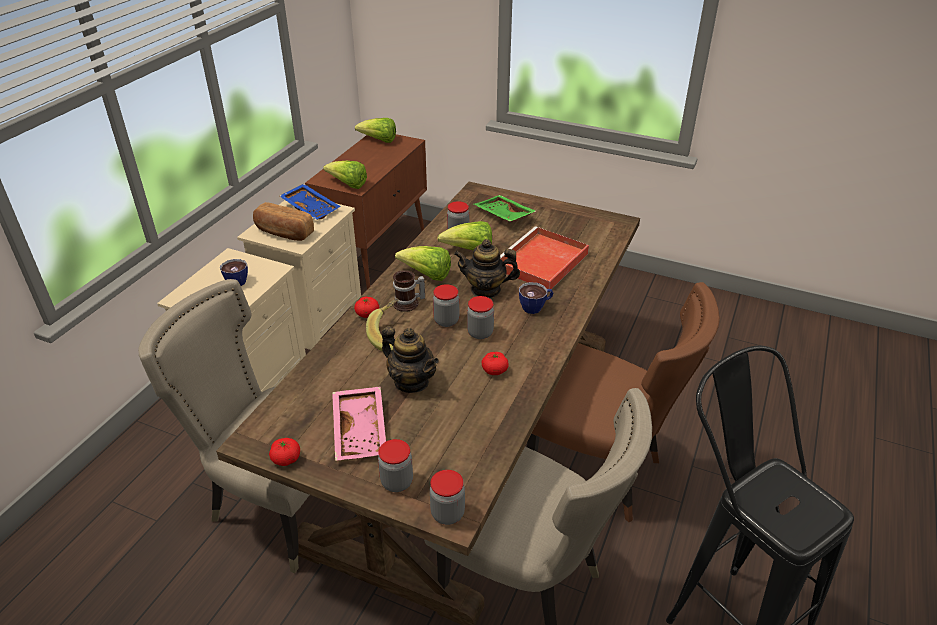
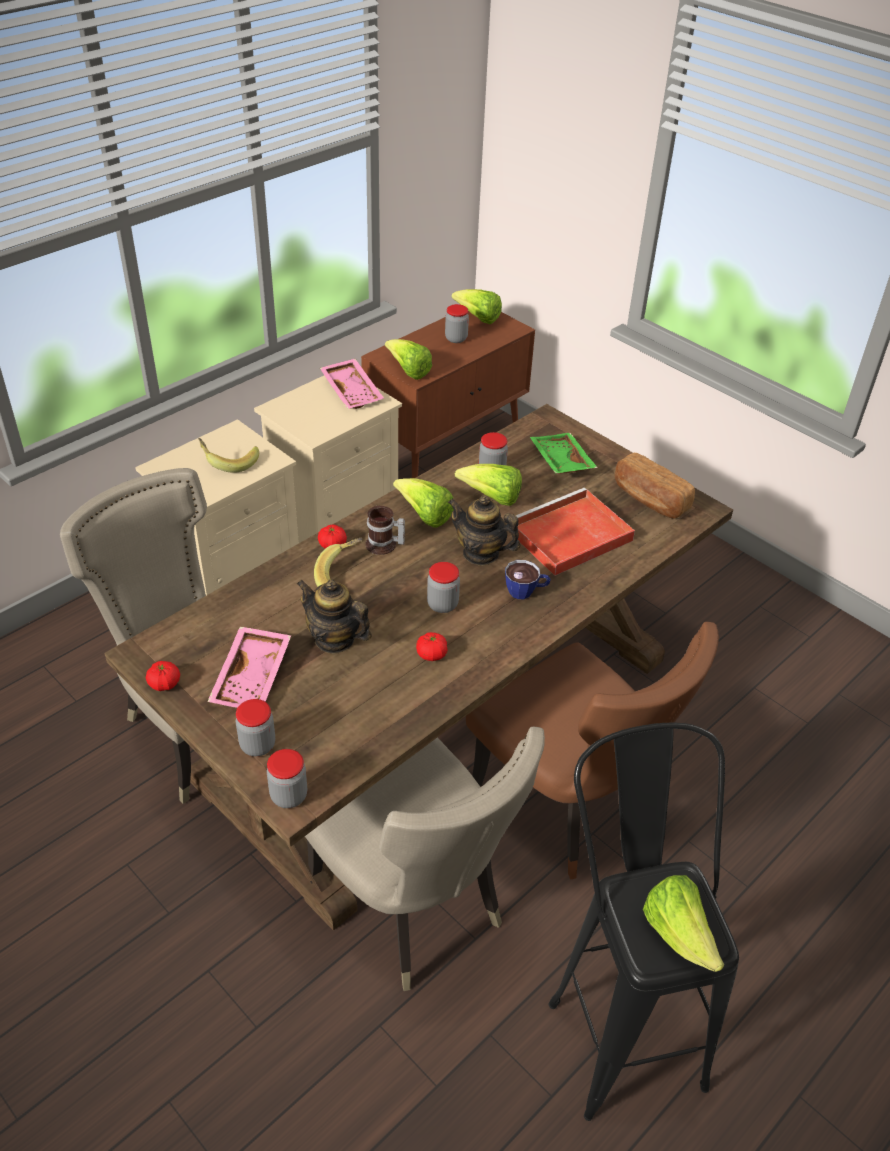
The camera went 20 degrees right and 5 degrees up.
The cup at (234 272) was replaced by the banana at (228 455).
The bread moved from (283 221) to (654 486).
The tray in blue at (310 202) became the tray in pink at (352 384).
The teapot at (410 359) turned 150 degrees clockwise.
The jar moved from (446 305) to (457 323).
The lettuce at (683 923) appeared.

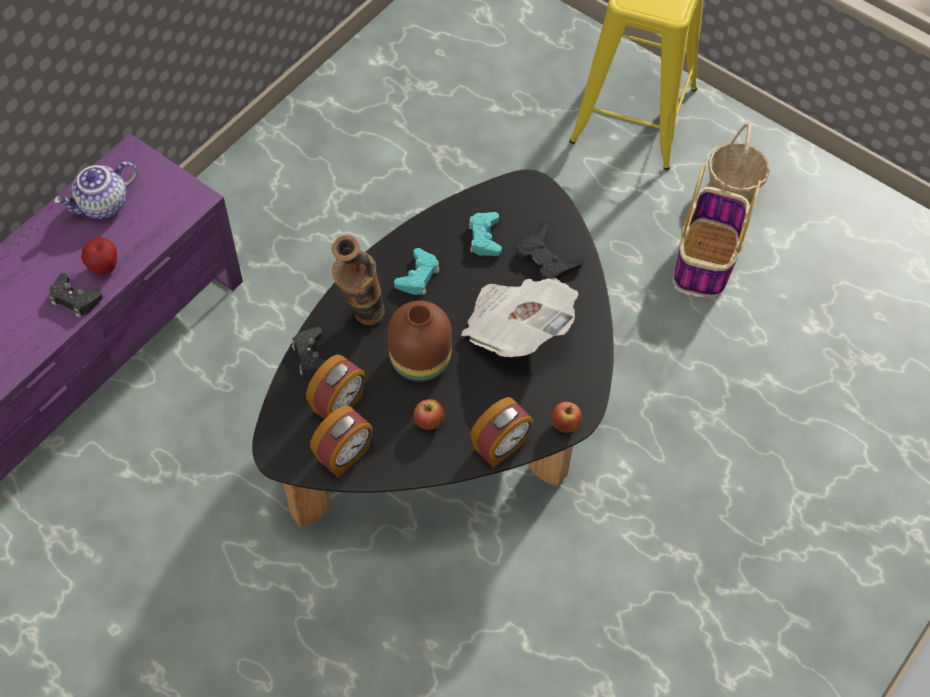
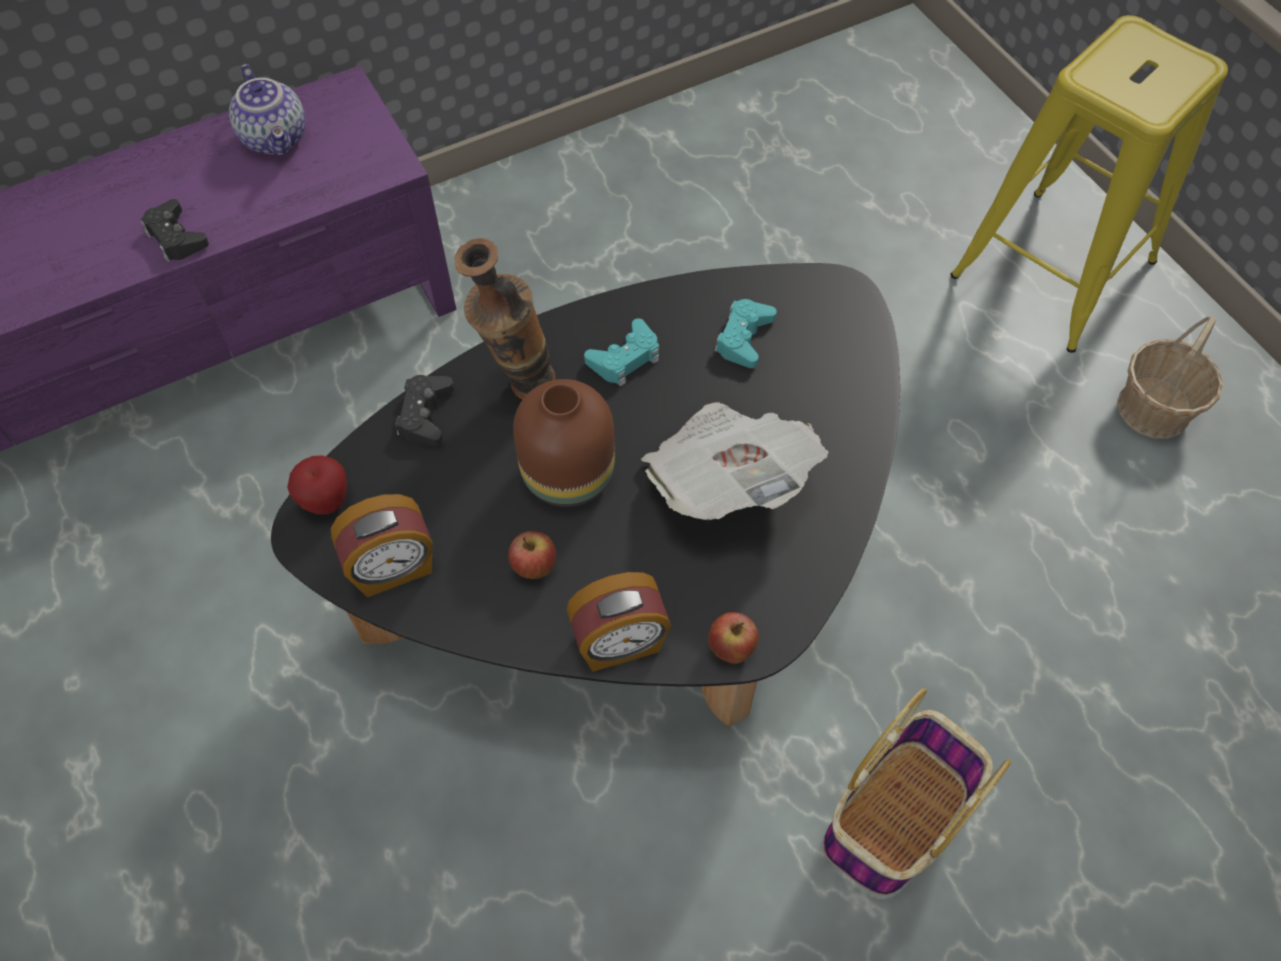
The camera went 25 degrees right and 0 degrees up.
The teapot at (96 190) turned 105 degrees counterclockwise.
The apple moved from (99 256) to (317 485).
The alarm clock at (336 387) disappeared.
The game controller in black at (550 251) disappeared.
The basket moved from (717 230) to (917 791).

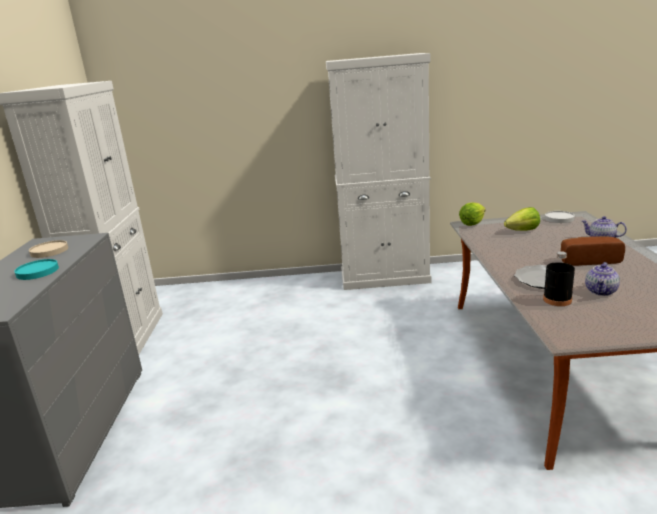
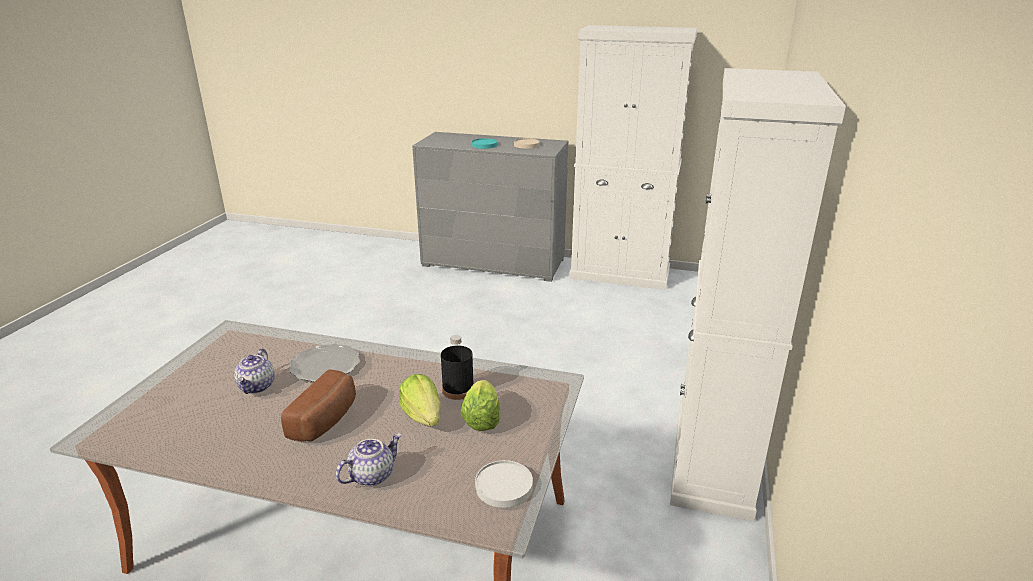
The camera went 105 degrees right and 5 degrees up.
The lettuce moved from (472 214) to (419 400).
The bottle in black moved from (559 278) to (457 367).
The teapot at (602 279) turned 135 degrees counterclockwise.

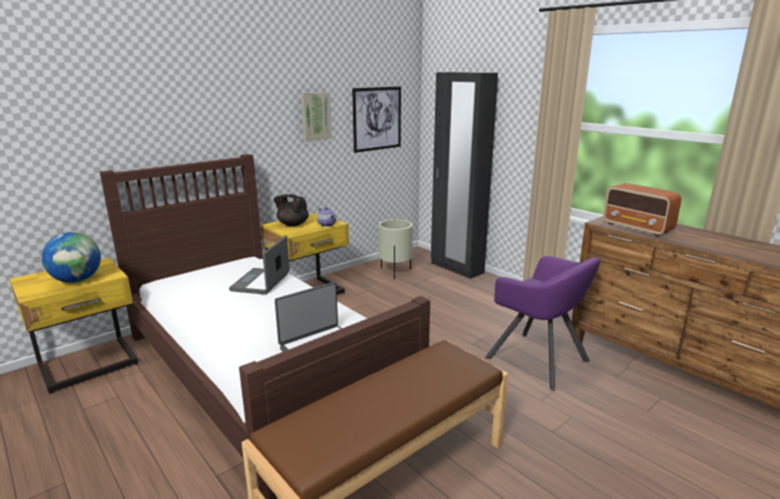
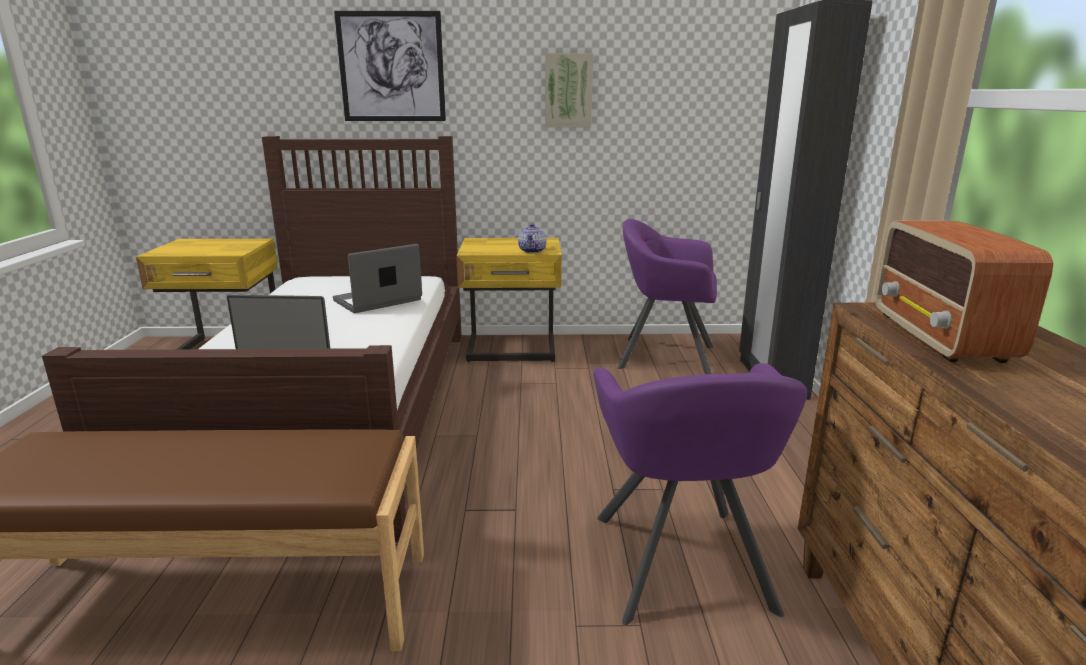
The camera went 40 degrees right and 0 degrees up.
The globe at (71 257) disappeared.
The teapot in black at (291 210) disappeared.
The picture moved from (376 119) to (390 66).
The planter in beige at (396 249) was replaced by the armchair in purple at (667 296).

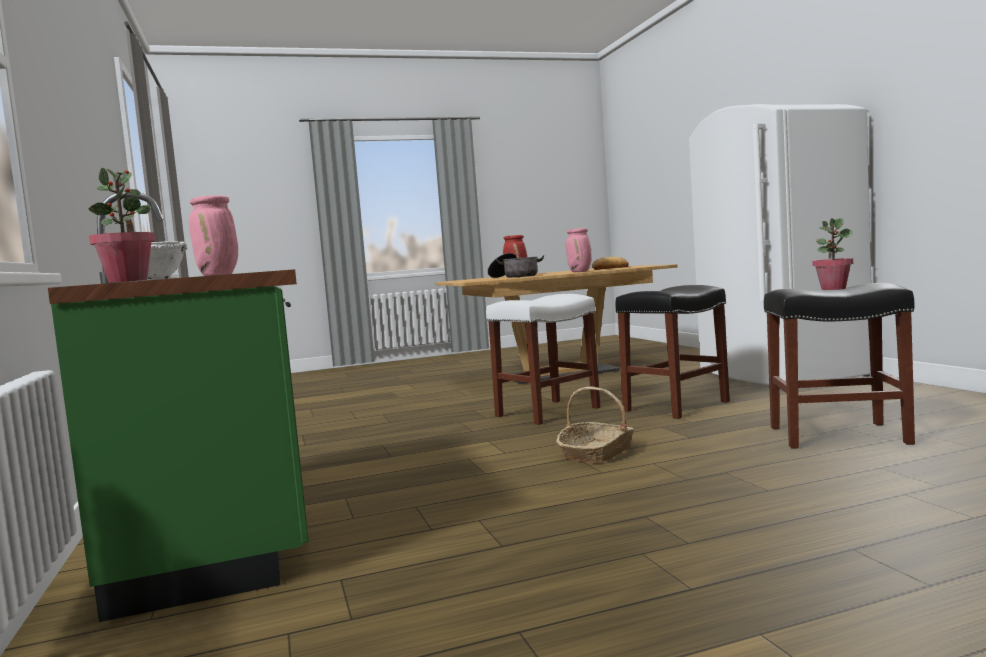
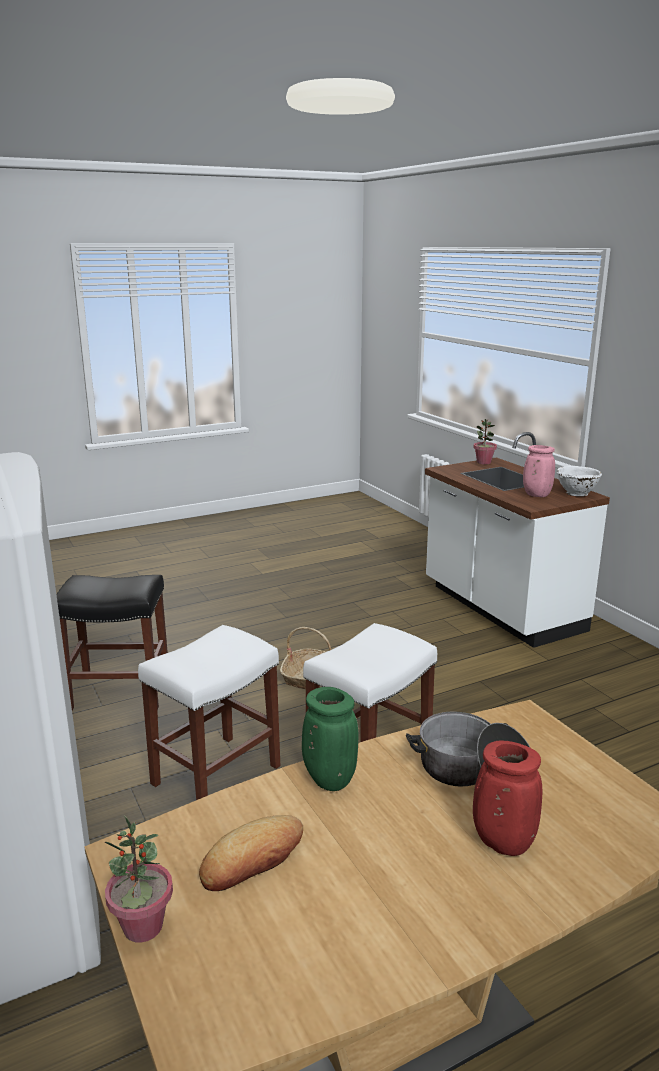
The camera went 170 degrees right and 15 degrees up.
The counter in green at (178 406) became the counter in white at (517 540).
The vase in pink at (579 250) became the vase in green at (330 739).
The stool in black at (672 352) became the stool in white at (209 712).
The potted plant moved from (833 254) to (139 879).

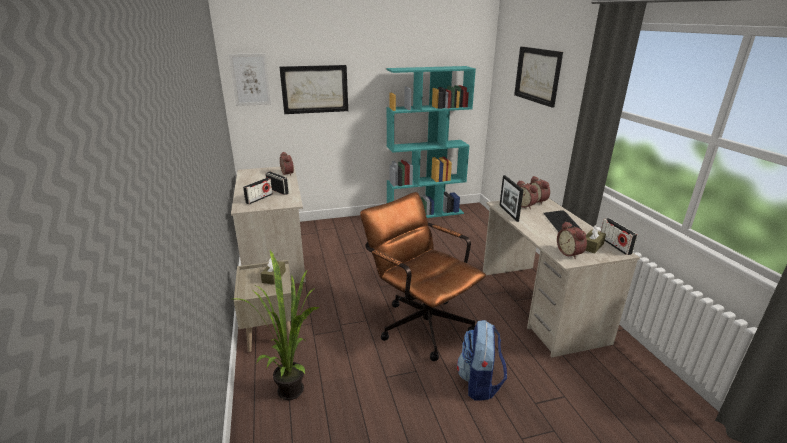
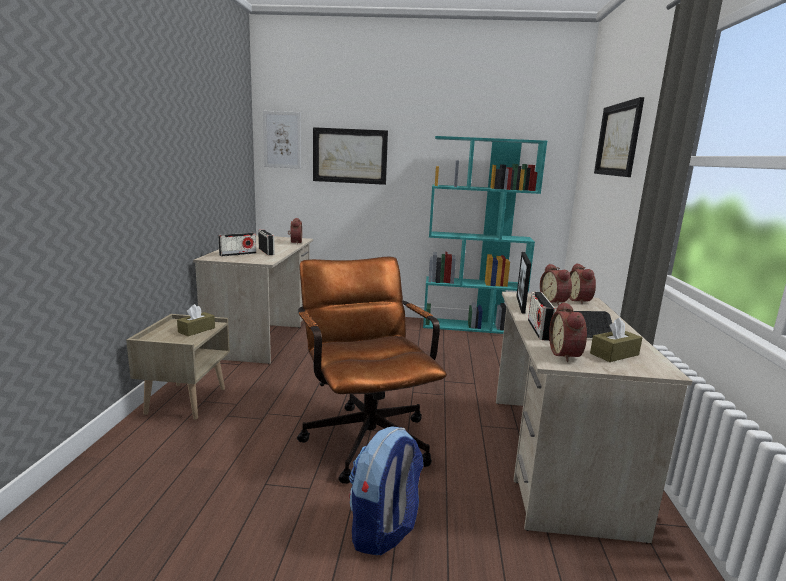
The camera went 20 degrees right and 10 degrees down.
The potted plant at (276 325) disappeared.
The radio moved from (619 236) to (542 316).

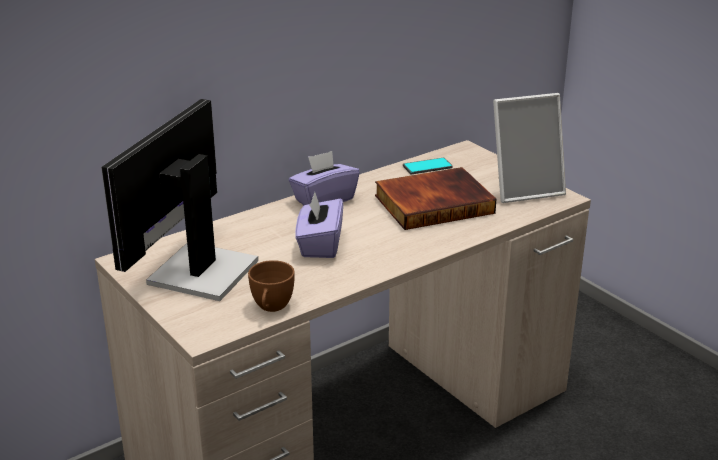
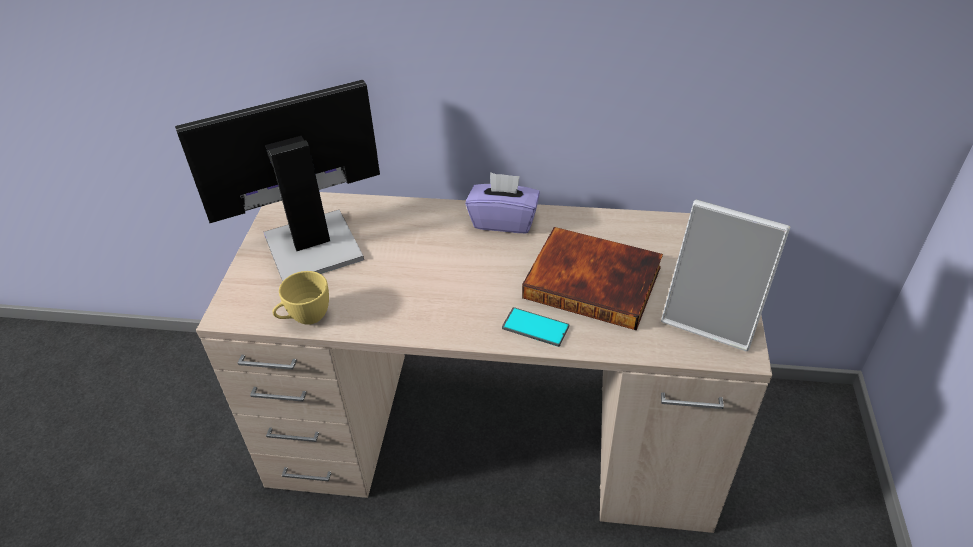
The camera went 45 degrees right and 15 degrees up.
The cup in brown at (271 286) became the cup in yellow at (300 298).
The tissue box in purple at (319 225) disappeared.
The phone moved from (428 166) to (535 327).

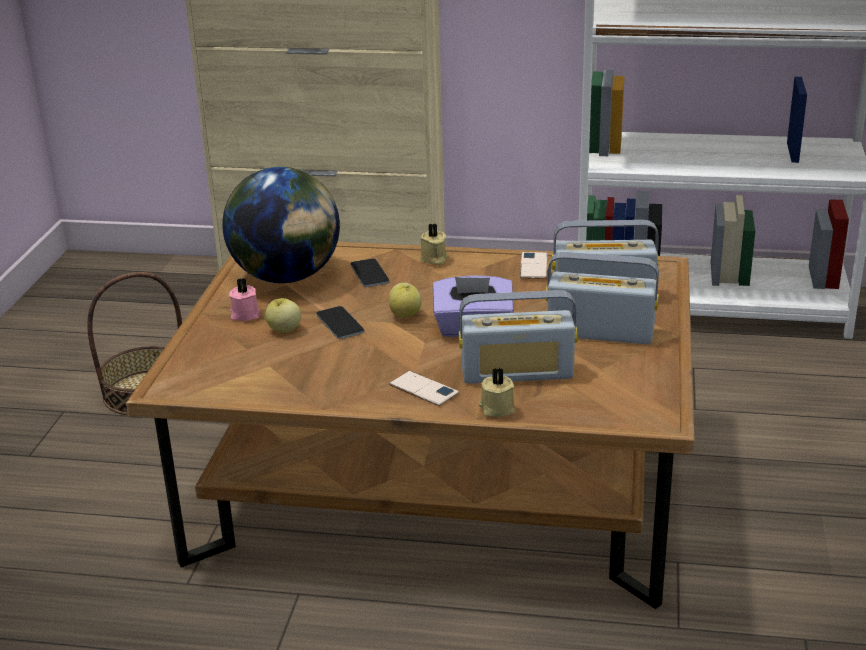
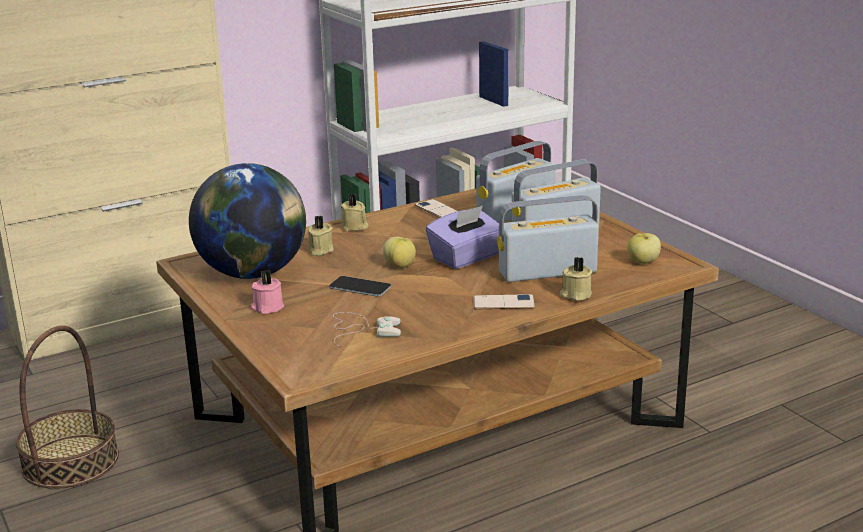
The camera went 40 degrees left and 5 degrees down.
The apple moved from (283 315) to (644 248).
The phone at (370 273) was replaced by the candle in beige at (321 236).
The radio at (518 337) turned 150 degrees counterclockwise.
The game controller in white at (367 329) appeared.

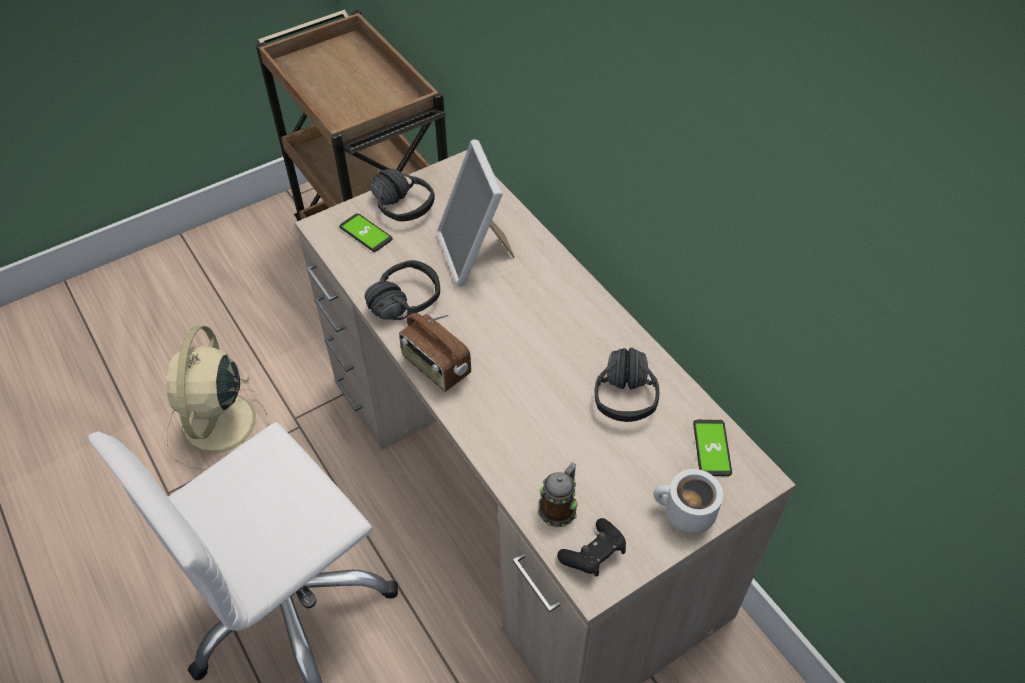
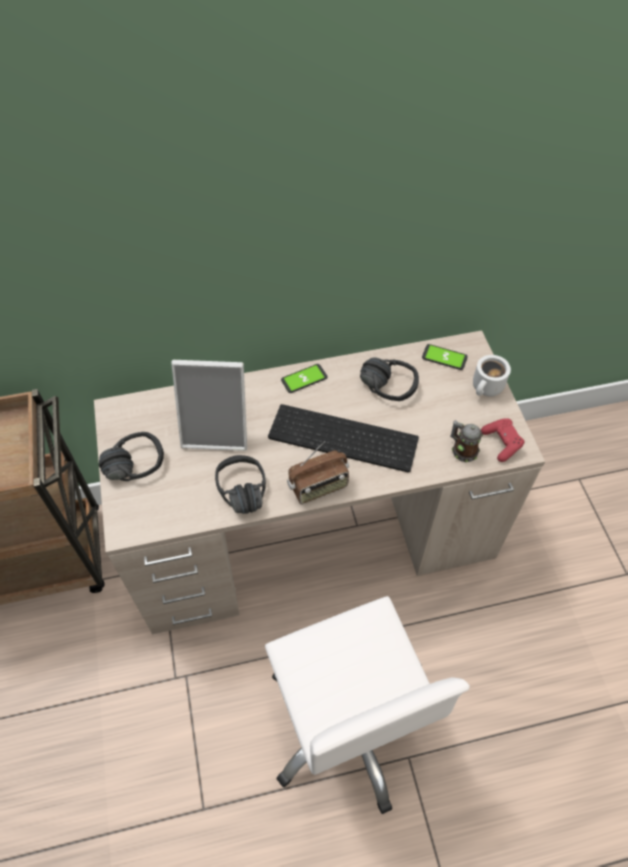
The camera went 70 degrees left and 5 degrees up.
The fan in beige at (218 398) disappeared.
The phone moved from (366 232) to (304 378).
The game controller in black at (591 547) became the game controller in red at (502 440).
The keyboard at (343 438) appeared.

